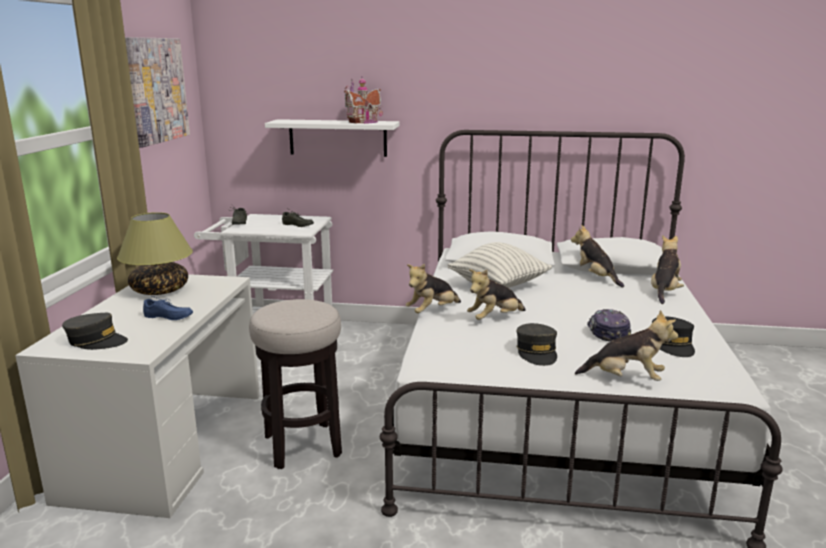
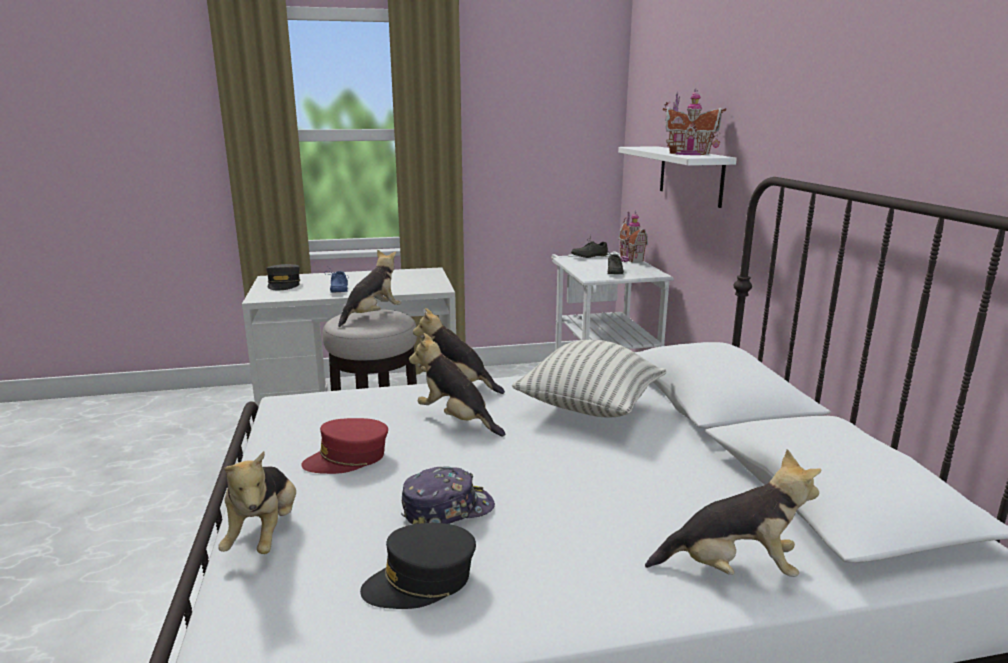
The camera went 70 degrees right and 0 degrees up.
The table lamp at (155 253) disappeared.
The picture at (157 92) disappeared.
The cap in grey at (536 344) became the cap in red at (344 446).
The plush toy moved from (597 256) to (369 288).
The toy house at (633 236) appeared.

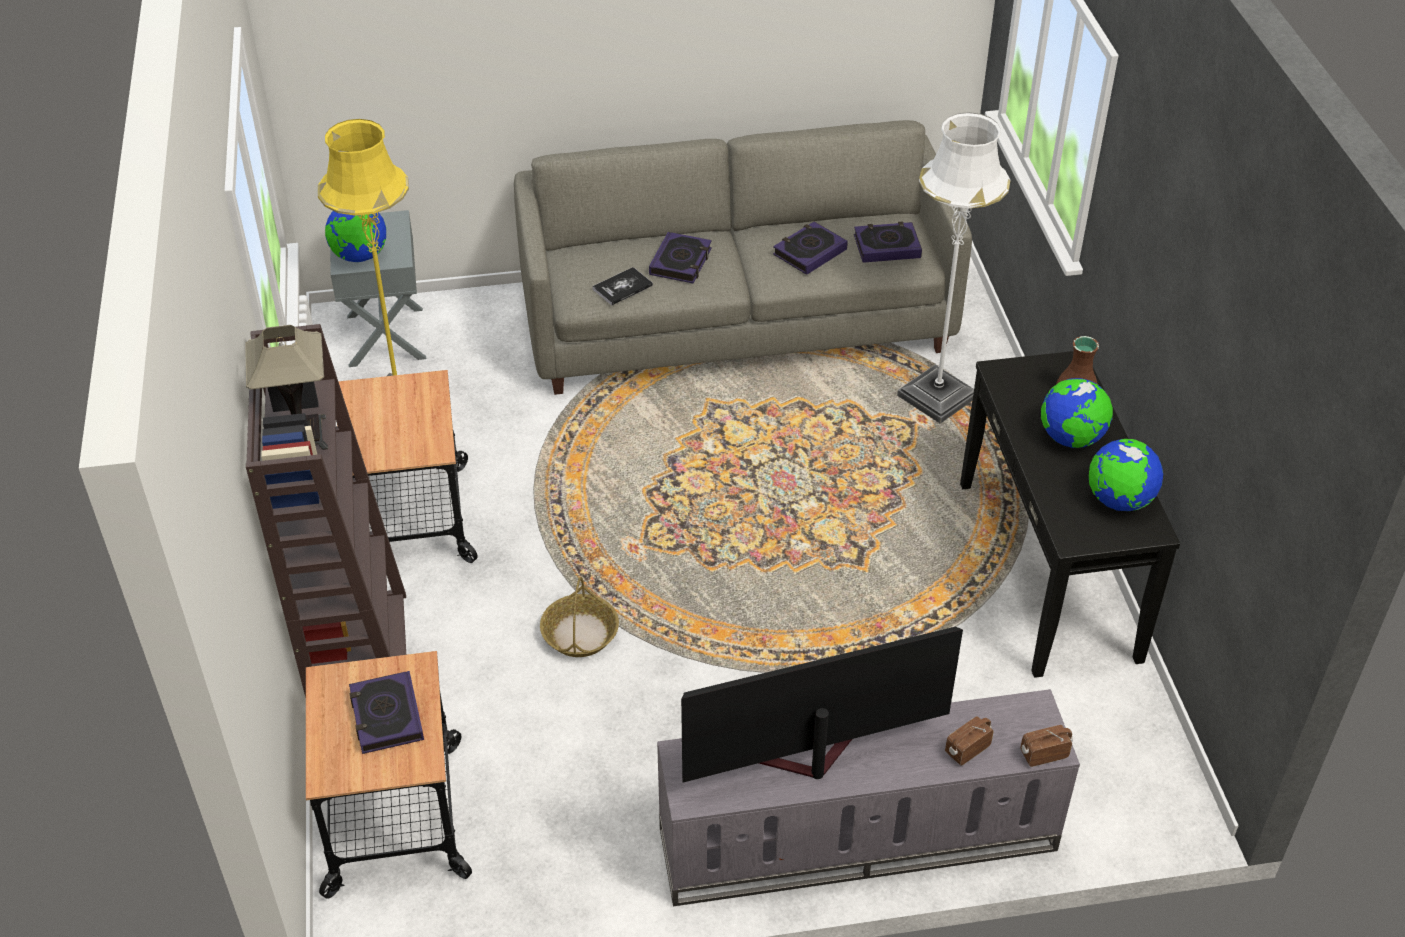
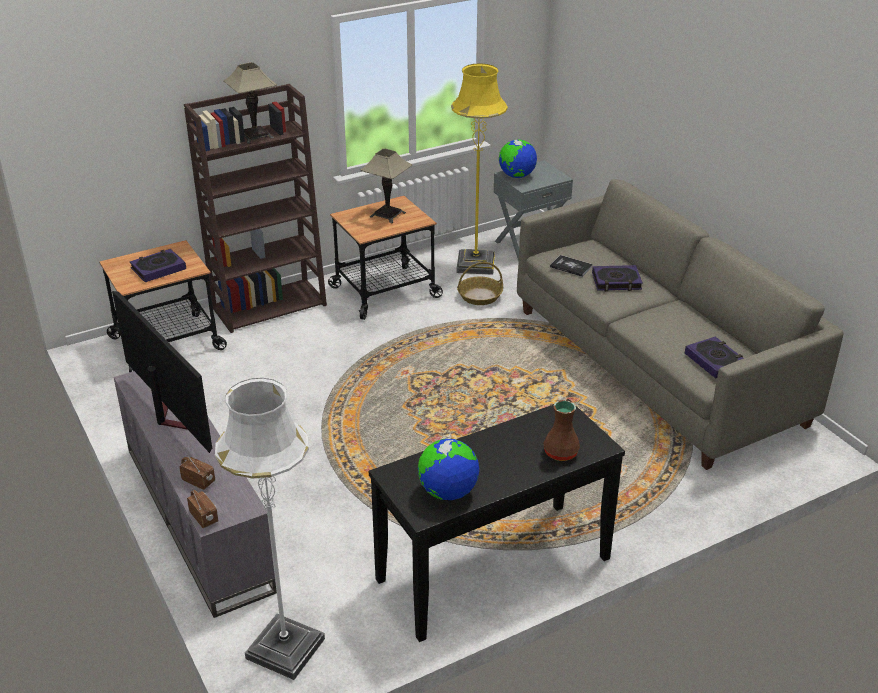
The camera went 70 degrees right and 10 degrees down.
The basket moved from (579 617) to (480 283).
The book at (810 248) disappeared.
The floor lamp in white moved from (953 268) to (270 529).
The globe at (1077 413) disappeared.
The table lamp at (386 186) appeared.

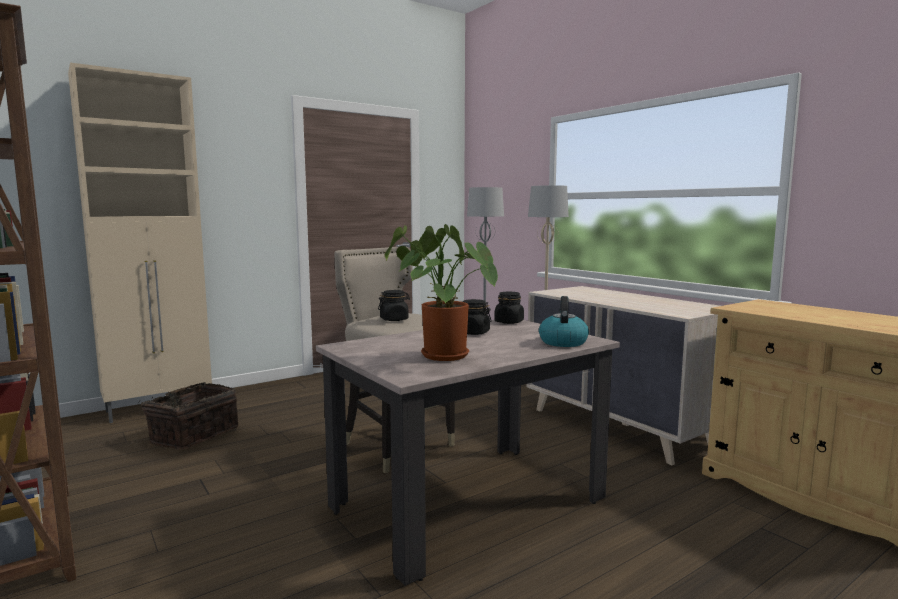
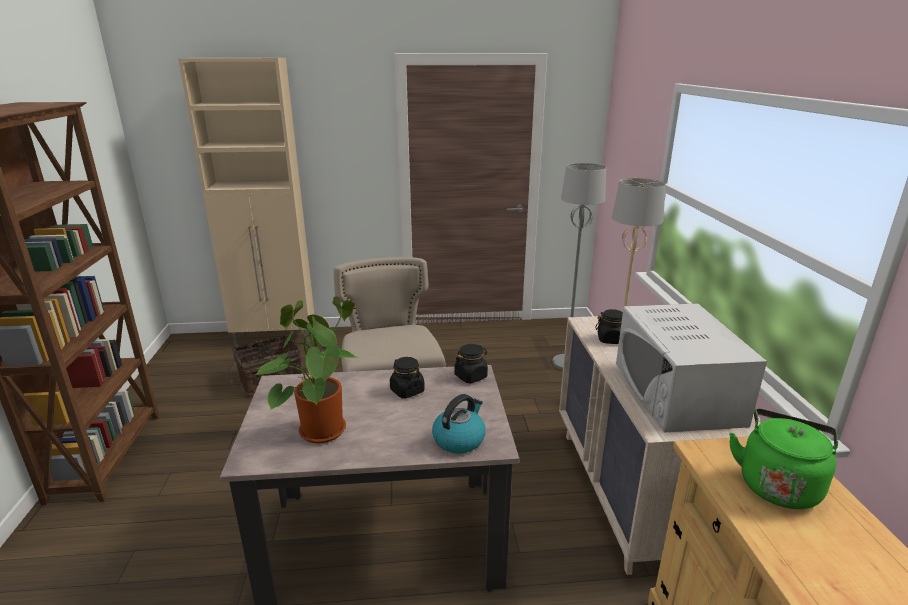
The camera went 30 degrees right and 15 degrees up.
The jar in black moved from (394 305) to (609 326).
The microwave in white at (691 367) appeared.
The kettle in green at (783 458) appeared.

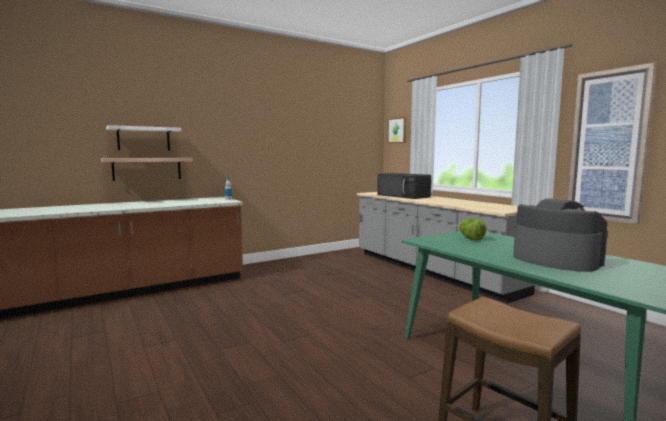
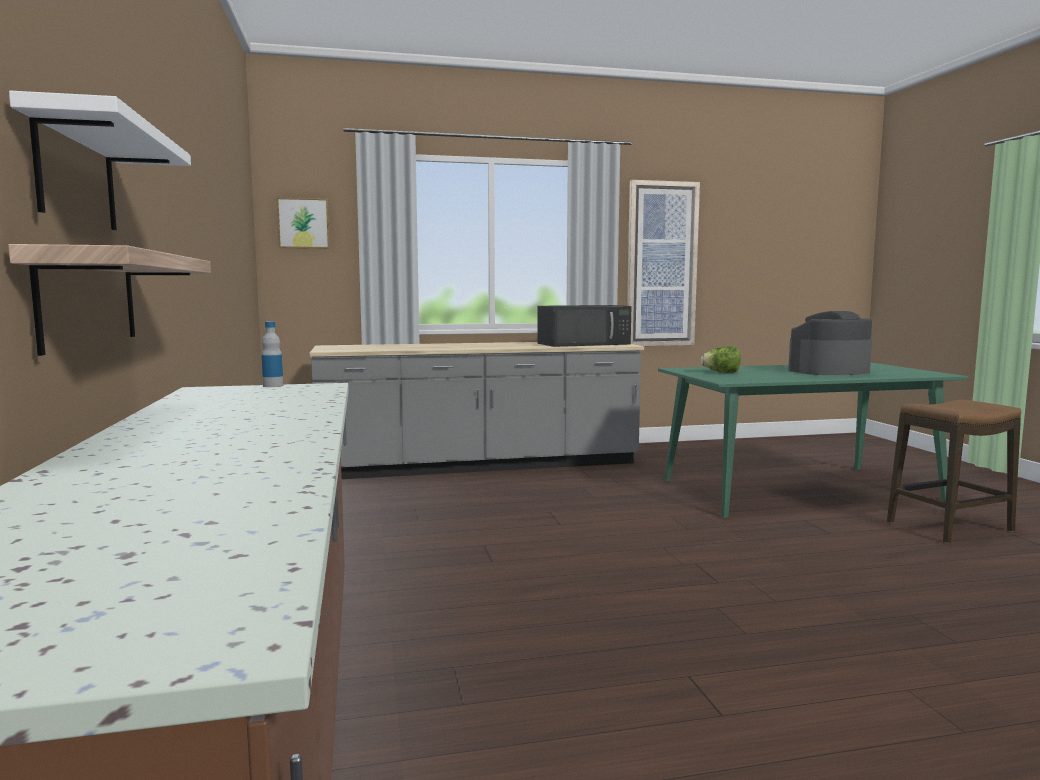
The camera went 70 degrees left and 0 degrees up.
The microwave in black moved from (404 186) to (584 326).

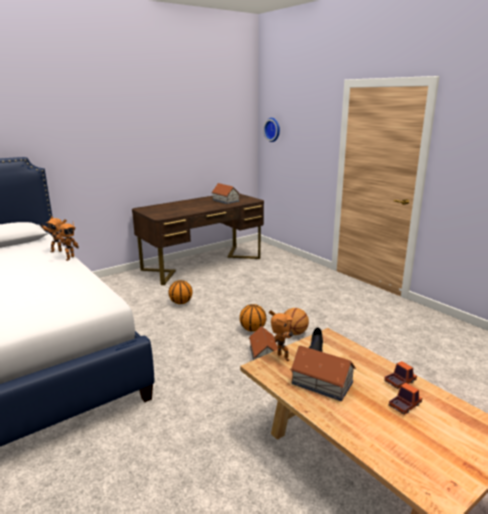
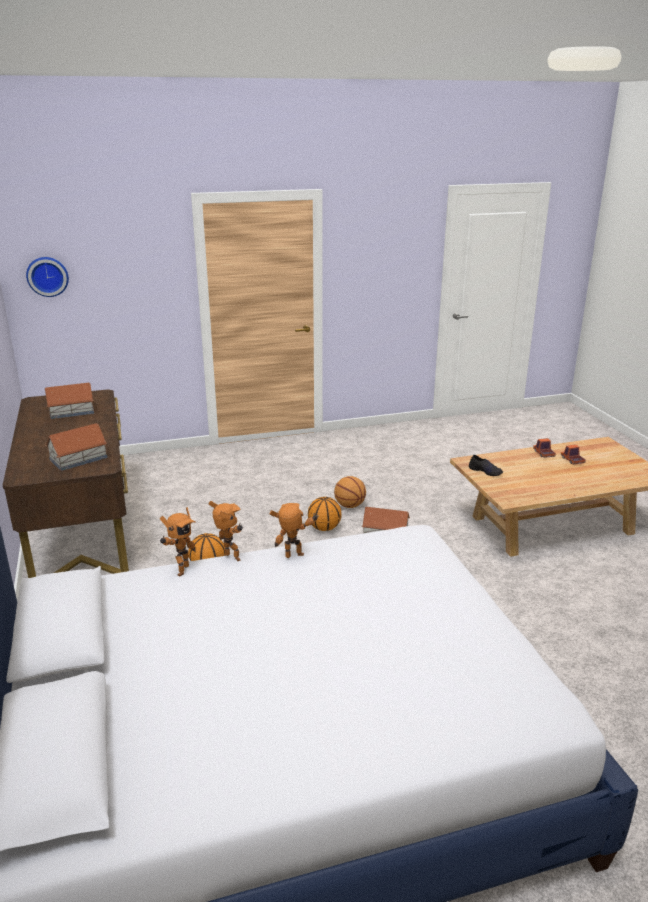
The camera went 70 degrees left and 5 degrees up.
The toy robot moved from (281 335) to (294 530).
The toy house moved from (323 373) to (76 447).

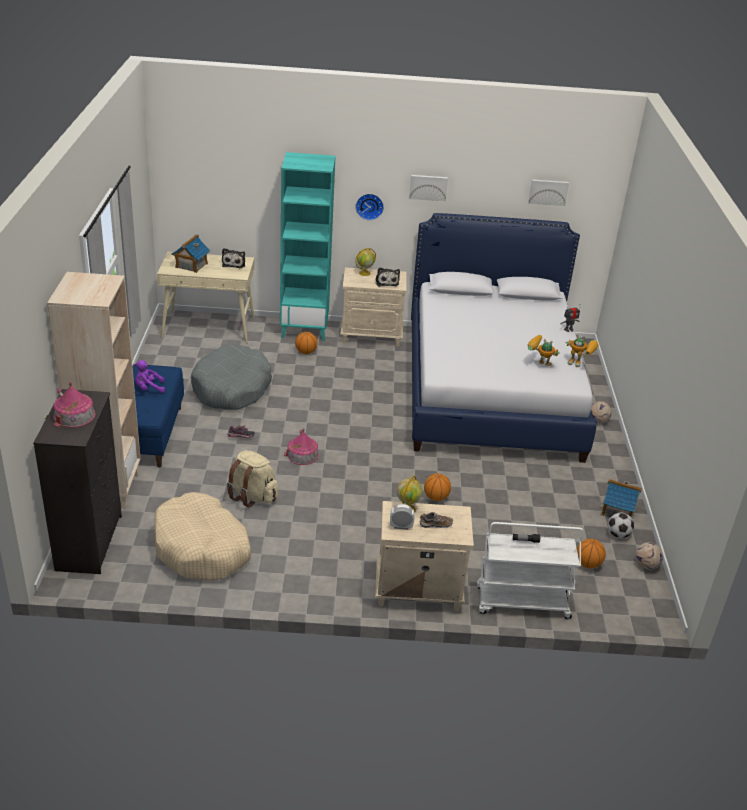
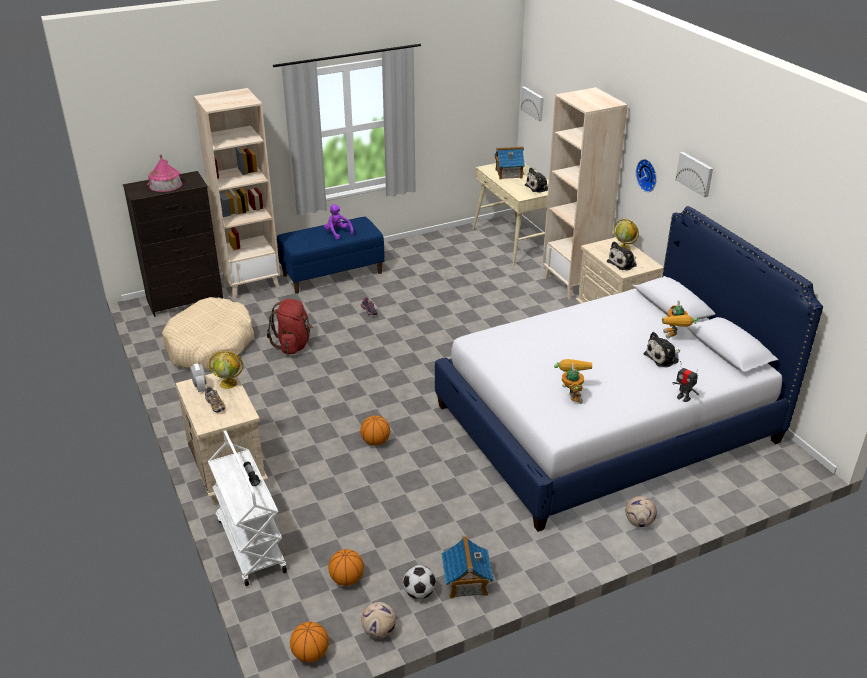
The camera went 65 degrees right and 0 degrees up.
The dog bed in grey at (231 377) disappeared.
The backpack in beige at (252 479) became the backpack in red at (290 326).
The bookcase in turquoise at (307 246) became the bookcase in beige at (585 193).
The toy house at (301 446) disappeared.
The basketball moved from (306 343) to (309 642).
The picture moved from (548 193) to (532 104).
The toy robot moved from (582 350) to (680 320).
The plush toy at (662 349) appeared.

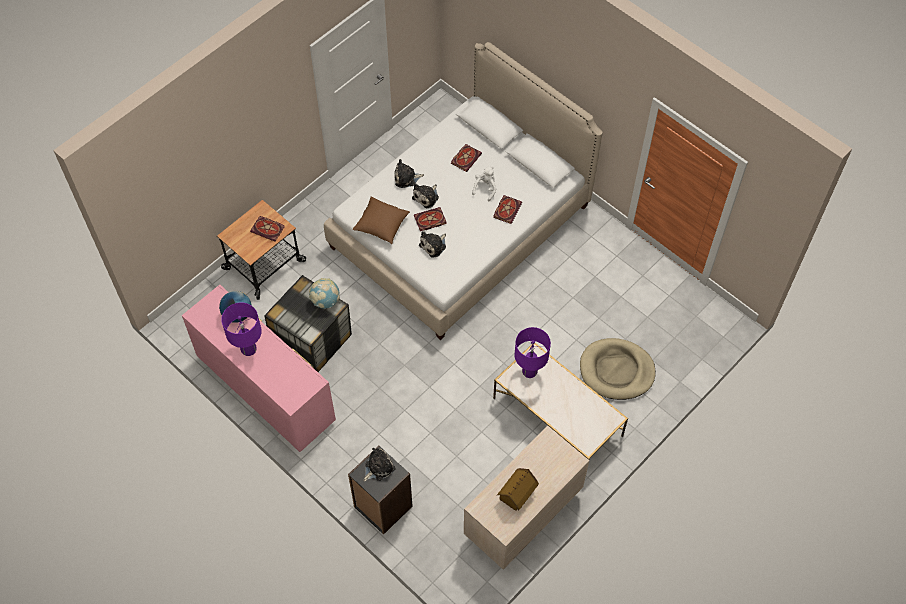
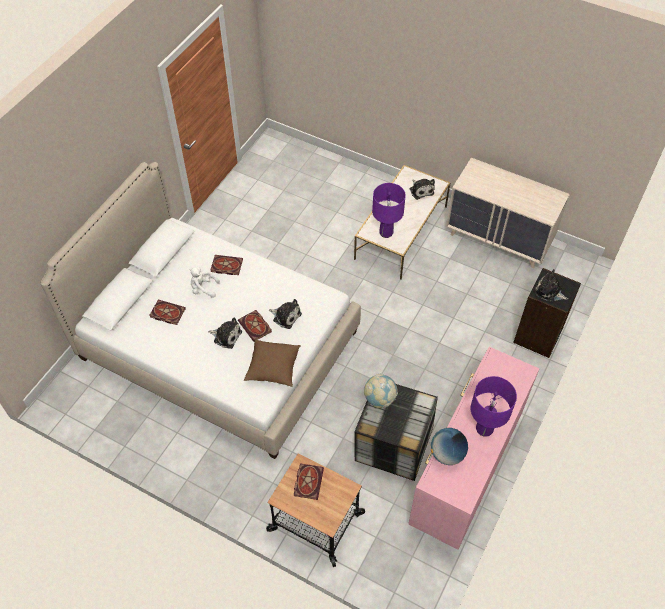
The camera went 105 degrees left and 5 degrees down.
The plush toy moved from (409 173) to (422 189).
The toy house at (518 489) disappeared.
The dog bed in beige at (618 369) disappeared.

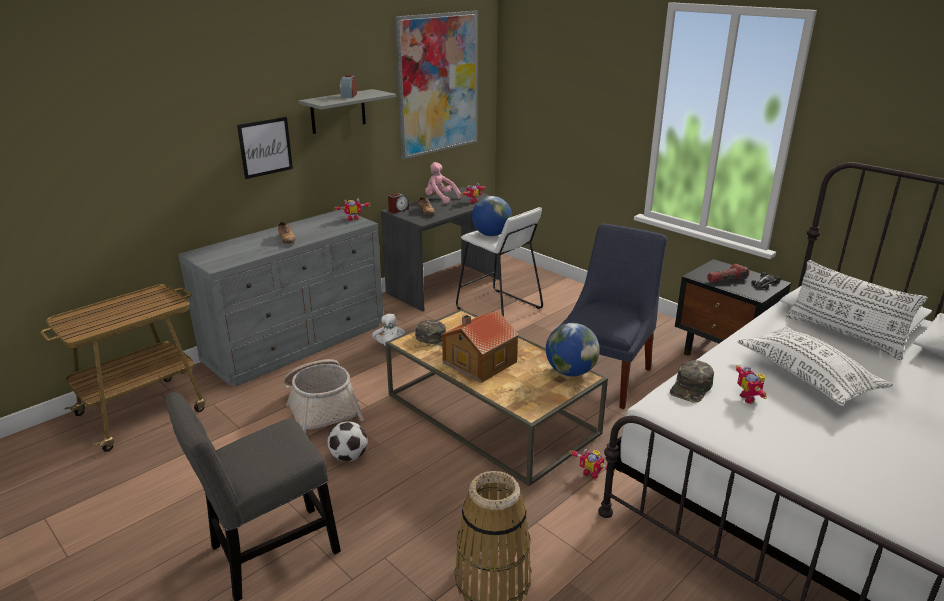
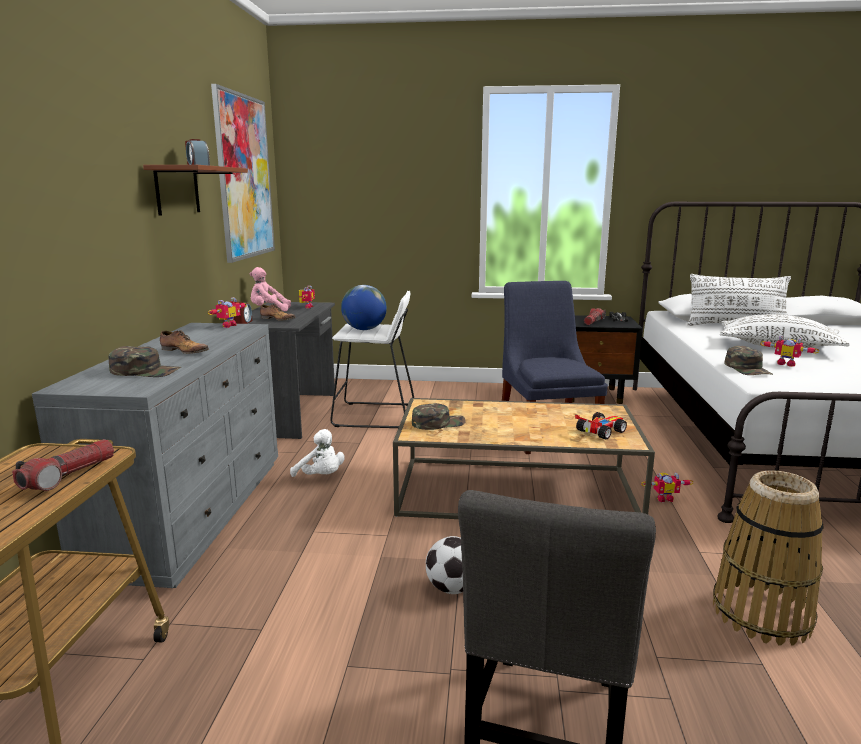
The camera went 40 degrees left and 10 degrees down.
The picture at (265 148) disappeared.
The basket at (323 396) disappeared.
The shelf in grey at (347 111) became the shelf in brown at (195 190).
The toy house at (480 346) disappeared.
The globe at (573 349) disappeared.
The flashlight at (63 465) appeared.
The cap in green at (144 361) appeared.
The toy car at (601 425) appeared.

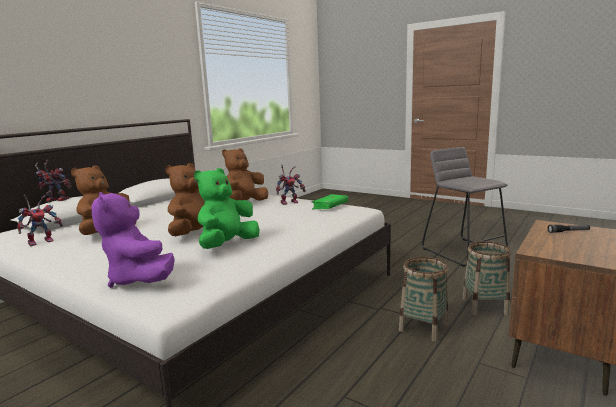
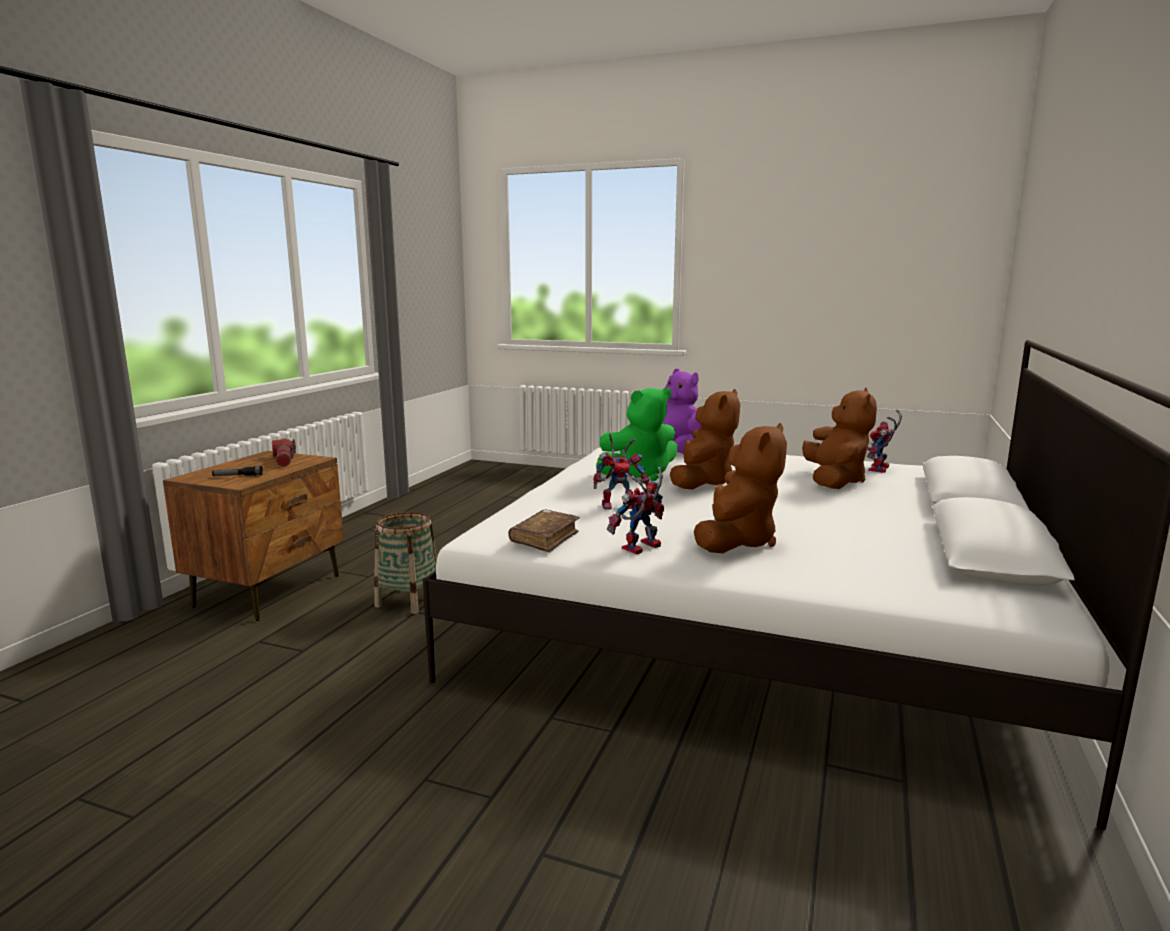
The camera went 165 degrees right and 0 degrees up.
The toy robot moved from (53 181) to (621 471).
The plush toy in green at (227 208) turned 45 degrees clockwise.
The book in green at (329 201) became the book in brown at (544 531).
The stool in grey at (465 207) disappeared.
The basket at (486 278) disappeared.
The flashlight at (284 453) appeared.

